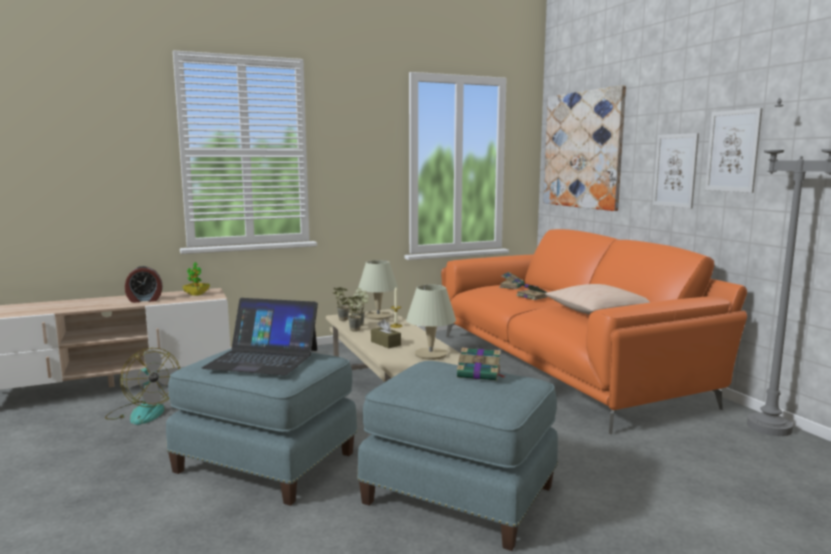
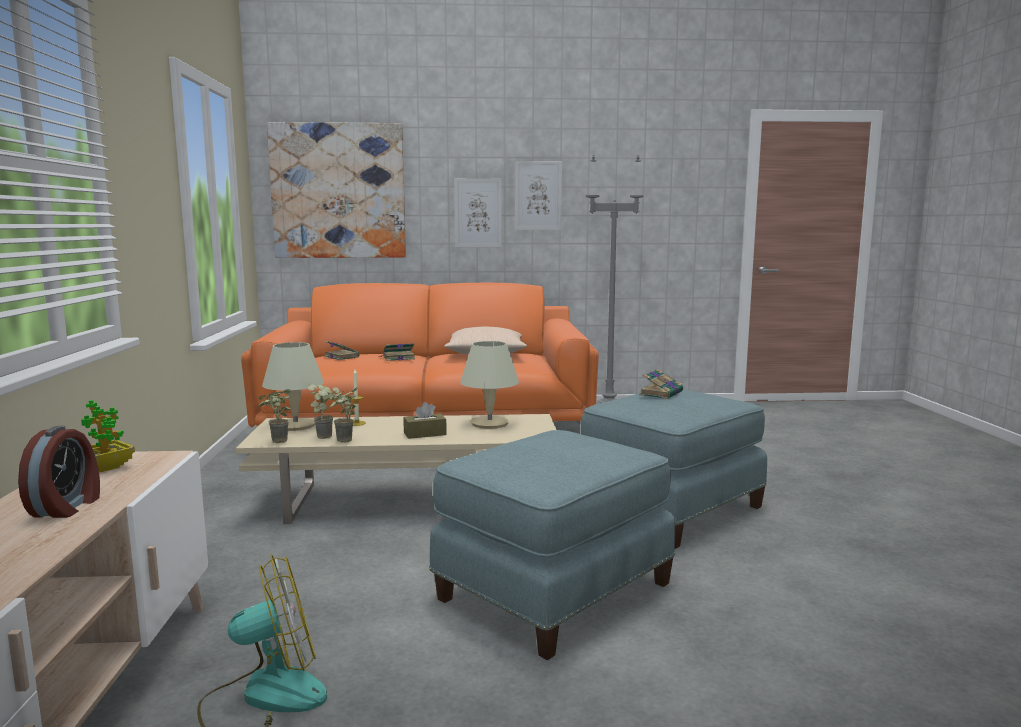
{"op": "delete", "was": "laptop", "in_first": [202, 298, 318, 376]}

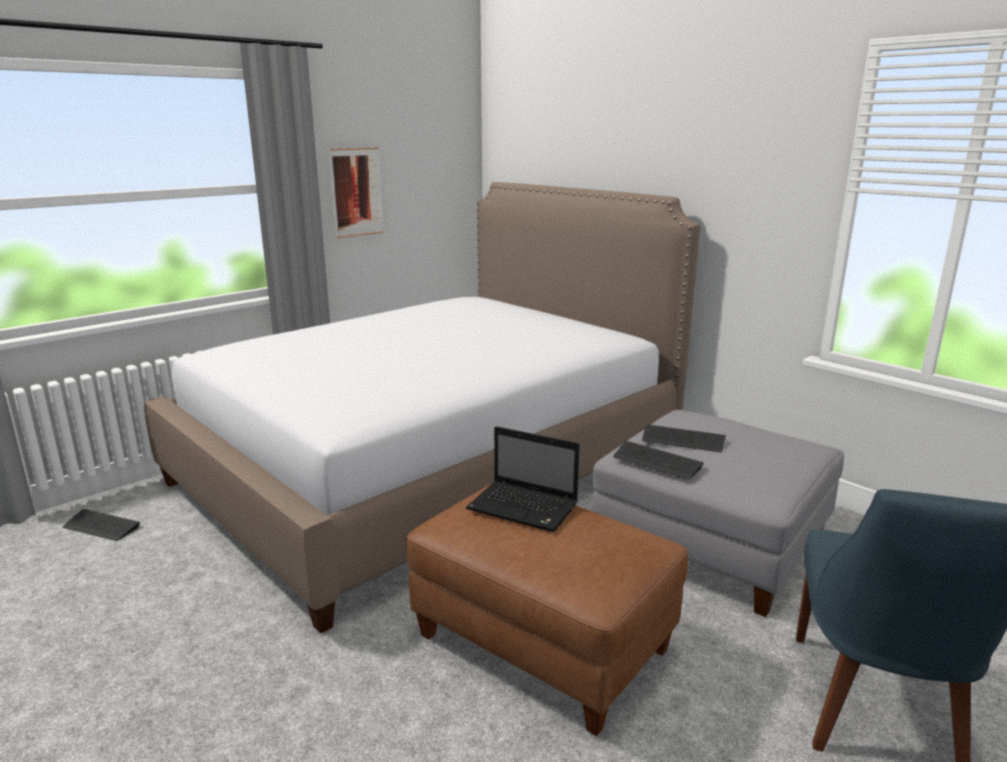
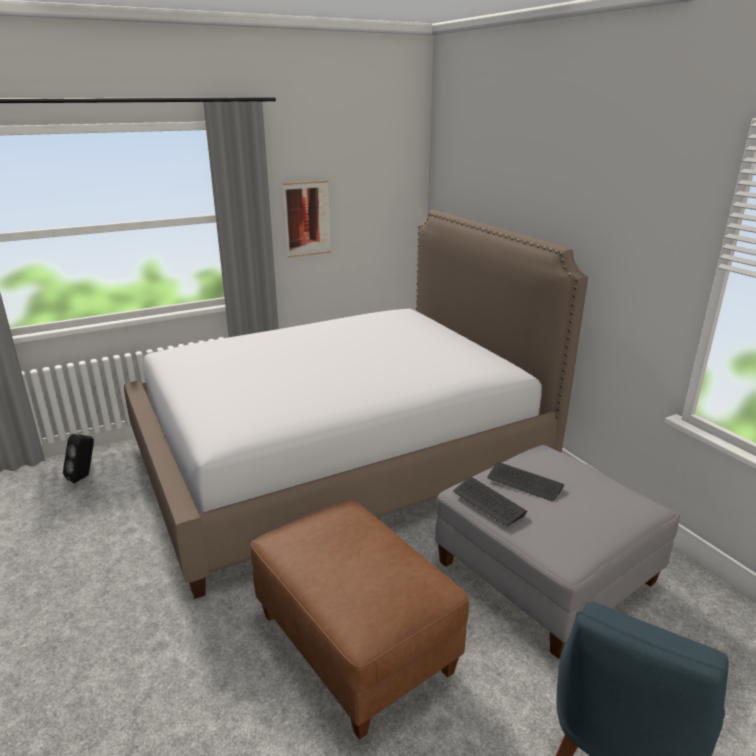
{"op": "delete", "was": "laptop", "in_first": [466, 426, 579, 532]}
{"op": "replace", "was": "klawiatura", "now": "głośnik/czarny", "in_first": [63, 509, 140, 541], "in_second": [63, 434, 94, 483]}

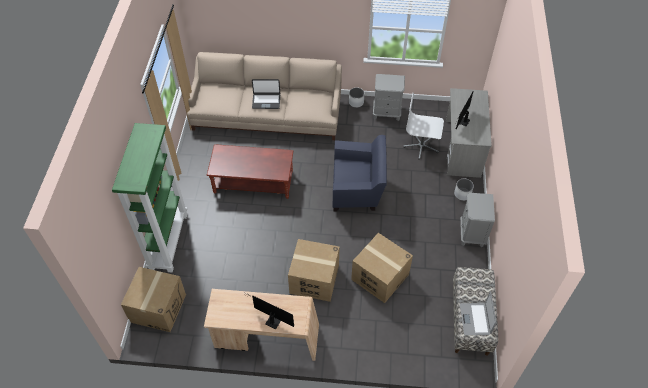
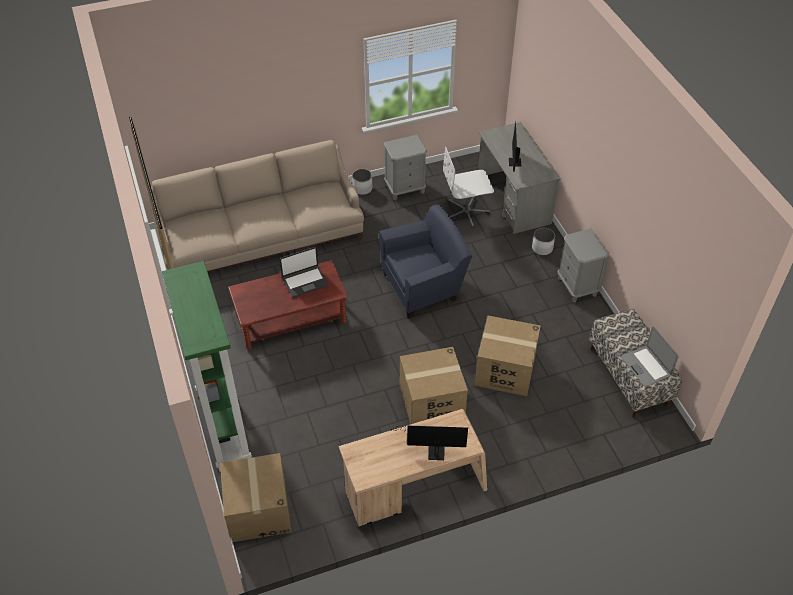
{"op": "move", "was": "laptop", "in_first": [252, 79, 280, 109], "in_second": [280, 247, 328, 297]}

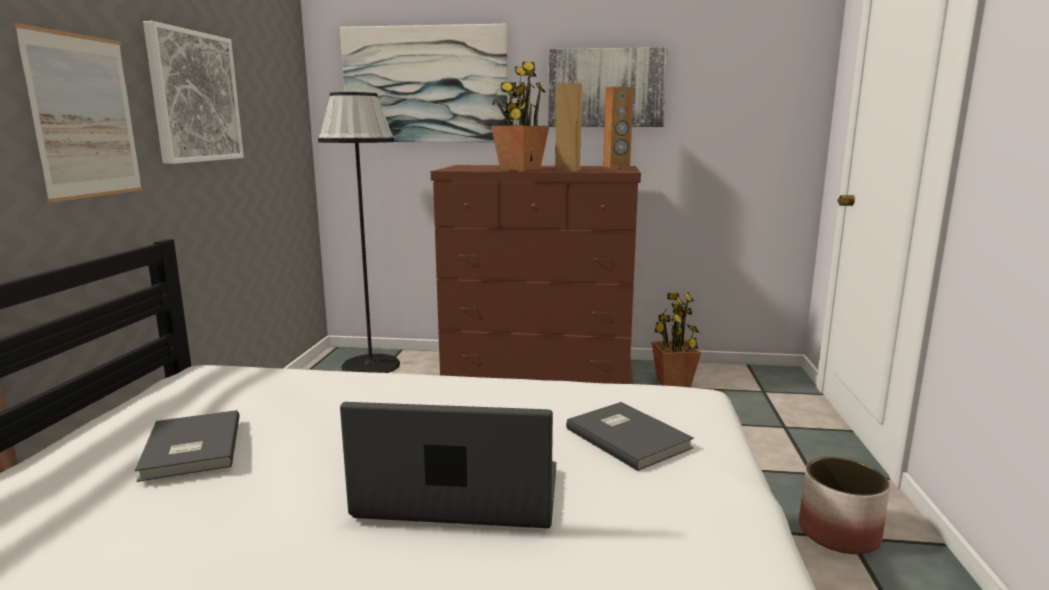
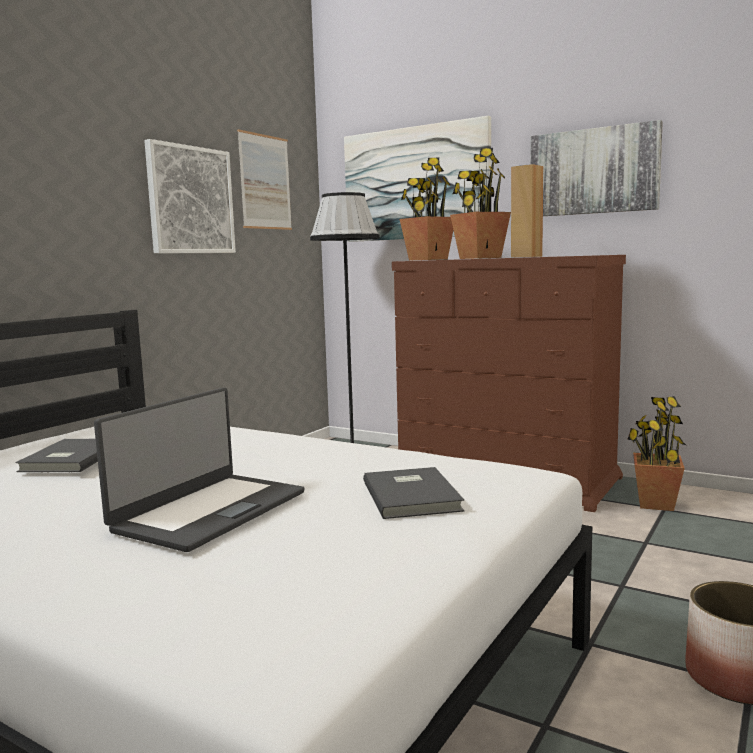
{"op": "move", "was": "obraz", "in_first": [14, 23, 142, 203], "in_second": [237, 129, 292, 230]}
{"op": "delete", "was": "głośnik/brązowy", "in_first": [603, 87, 633, 168]}
{"op": "rotate", "was": "laptop", "in_first": [340, 402, 556, 528], "in_second": [94, 388, 304, 552], "clockwise": 90}
{"op": "insert", "now": "roślina doniczkowa", "in_second": [400, 157, 453, 260]}

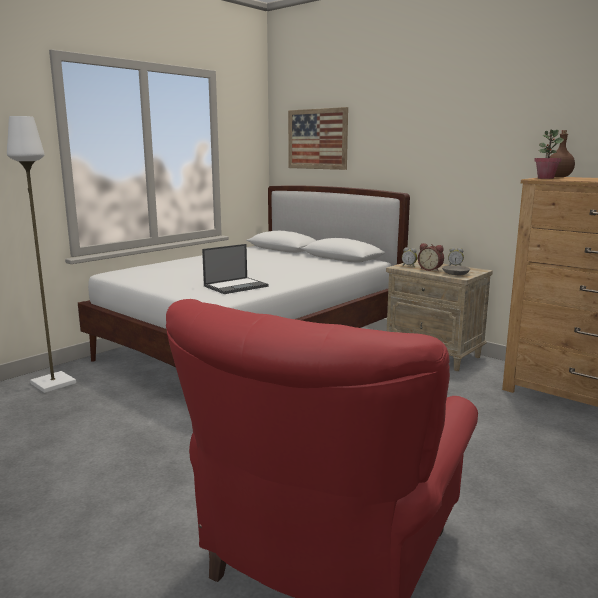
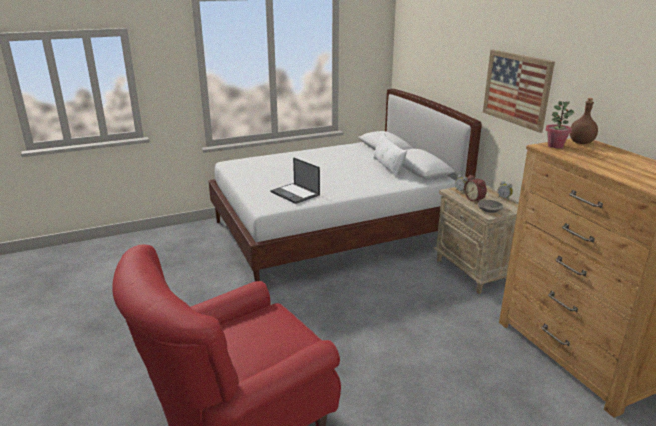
{"op": "move", "was": "obraz", "in_first": [288, 107, 348, 170], "in_second": [483, 49, 555, 133]}
{"op": "delete", "was": "lampa stojąca/biały", "in_first": [7, 116, 76, 393]}
{"op": "rotate", "was": "laptop", "in_first": [202, 244, 268, 294], "in_second": [270, 157, 320, 204], "clockwise": 60}
{"op": "insert", "now": "poduszka/biały", "in_second": [373, 132, 407, 178]}

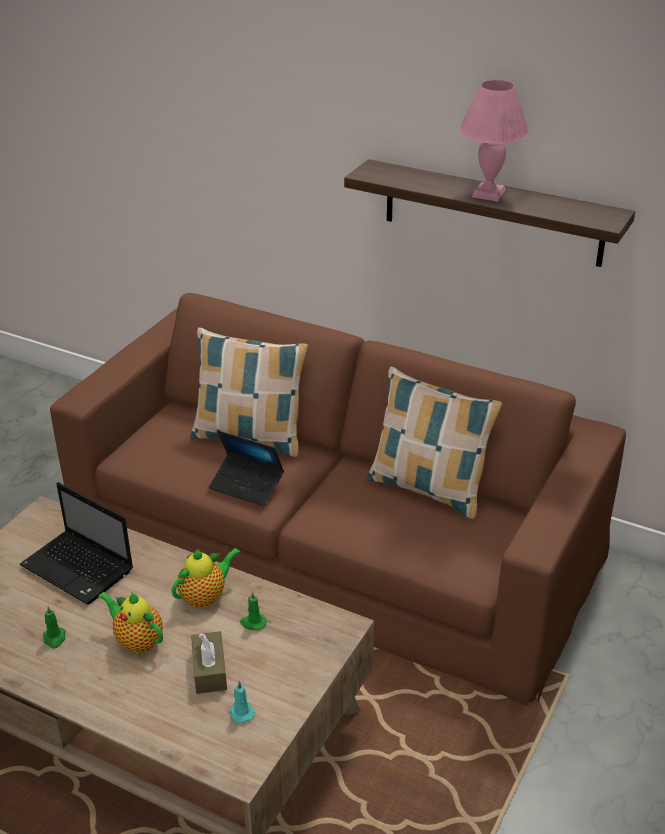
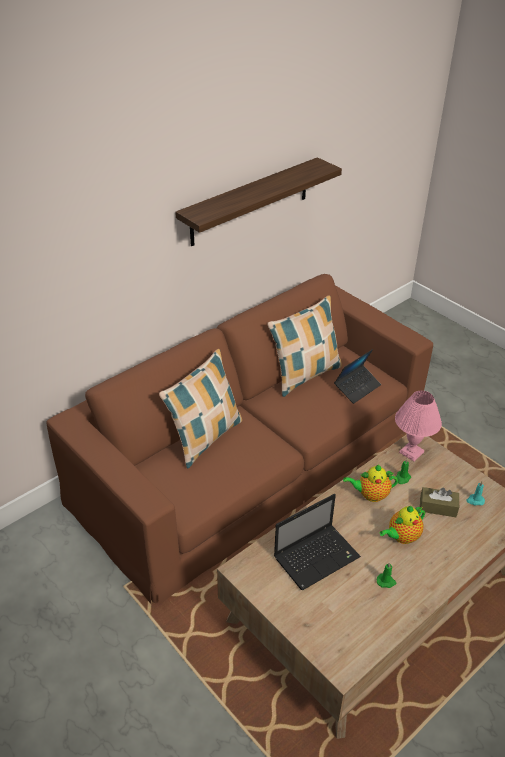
{"op": "move", "was": "lampa stołowa/różowy", "in_first": [459, 80, 529, 201], "in_second": [395, 390, 442, 461]}
{"op": "move", "was": "laptop", "in_first": [209, 431, 284, 506], "in_second": [334, 349, 381, 404]}
{"op": "rotate", "was": "imbryk", "in_first": [172, 548, 241, 608], "in_second": [343, 465, 398, 502], "clockwise": -75}

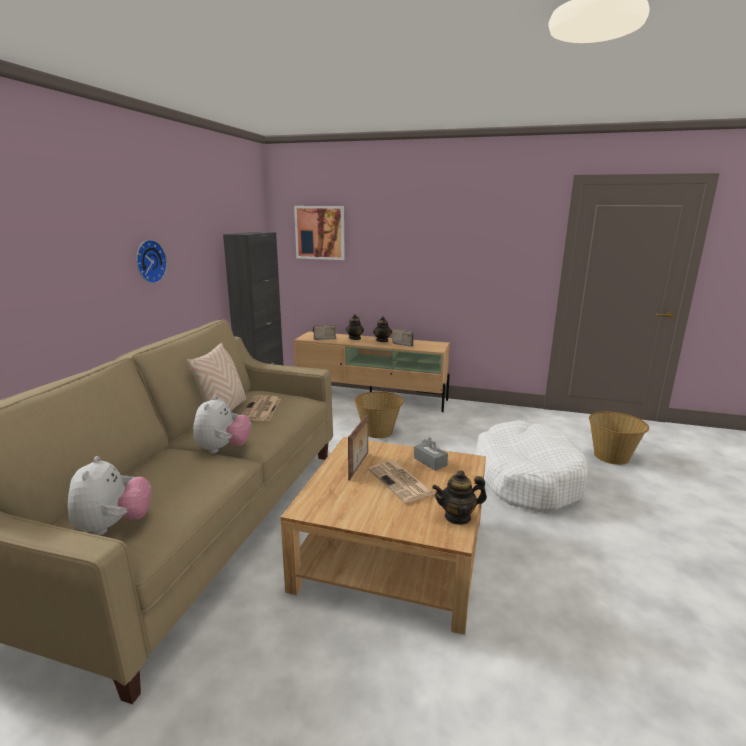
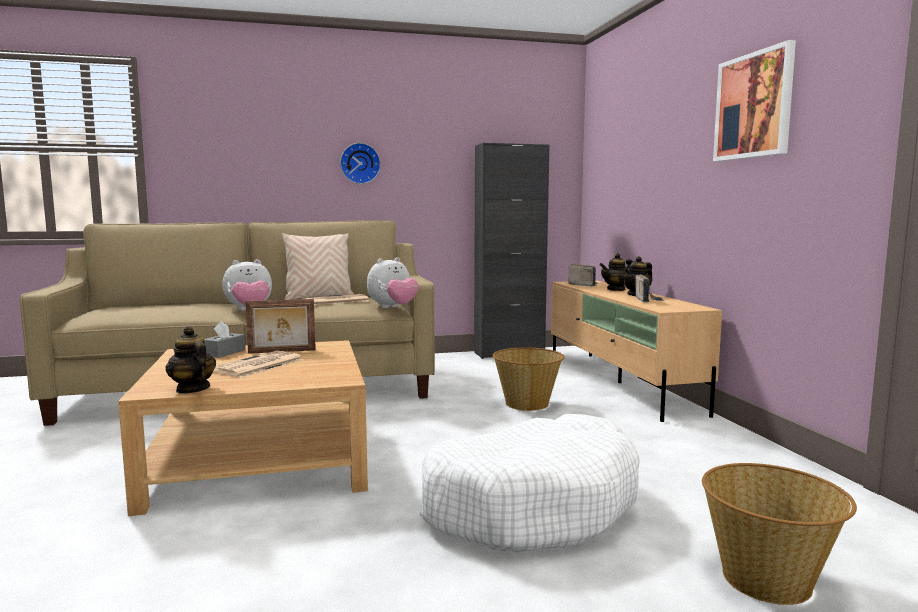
{"op": "move", "was": "obraz", "in_first": [294, 206, 345, 260], "in_second": [713, 40, 796, 161]}
{"op": "move", "was": "pudełko chusteczek/szary", "in_first": [414, 438, 448, 471], "in_second": [204, 321, 245, 358]}
{"op": "move", "was": "pluszak", "in_first": [68, 456, 151, 536], "in_second": [367, 257, 419, 308]}

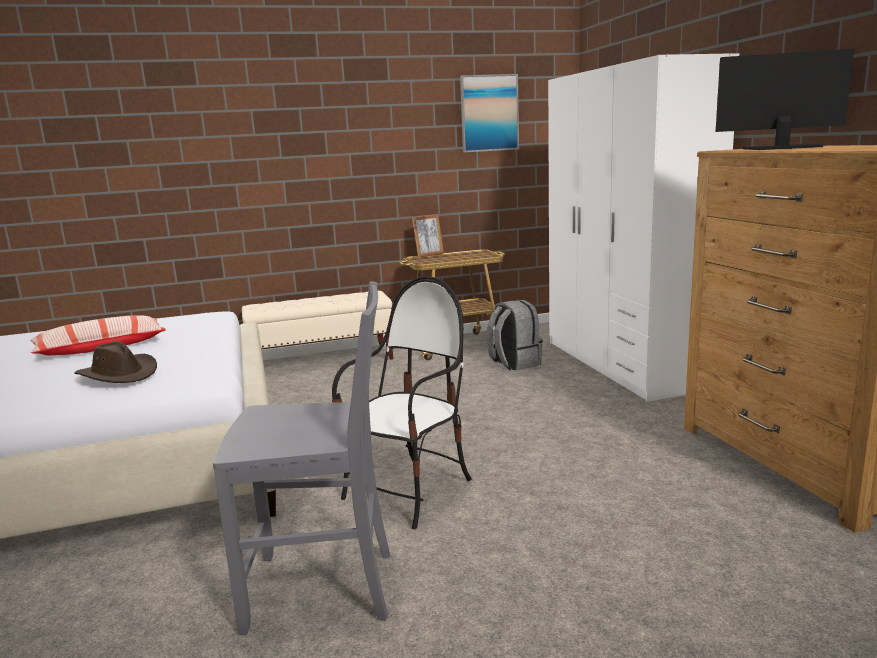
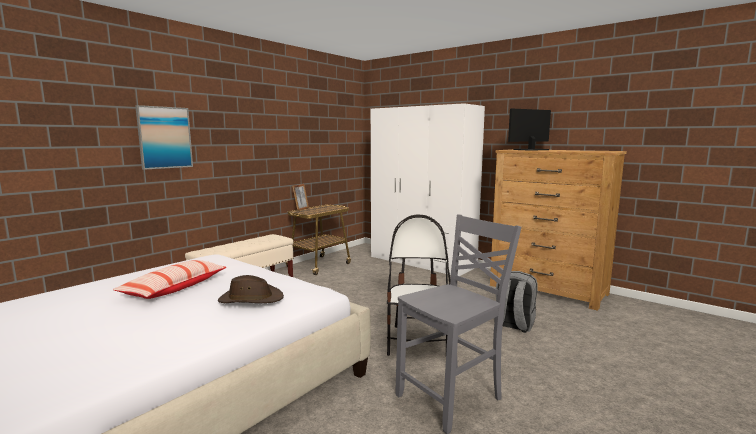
{"op": "move", "was": "obraz", "in_first": [460, 74, 519, 152], "in_second": [135, 105, 193, 170]}
{"op": "move", "was": "plecak/szary", "in_first": [486, 300, 543, 371], "in_second": [494, 271, 538, 333]}

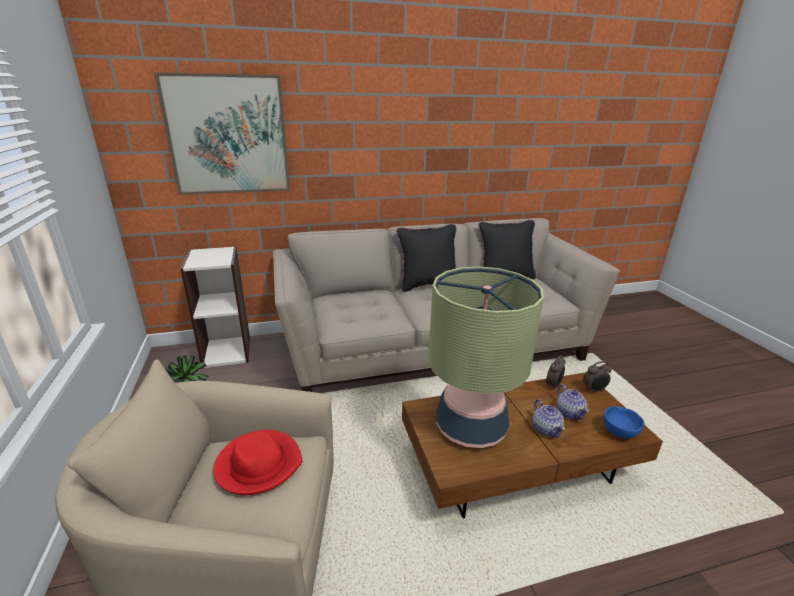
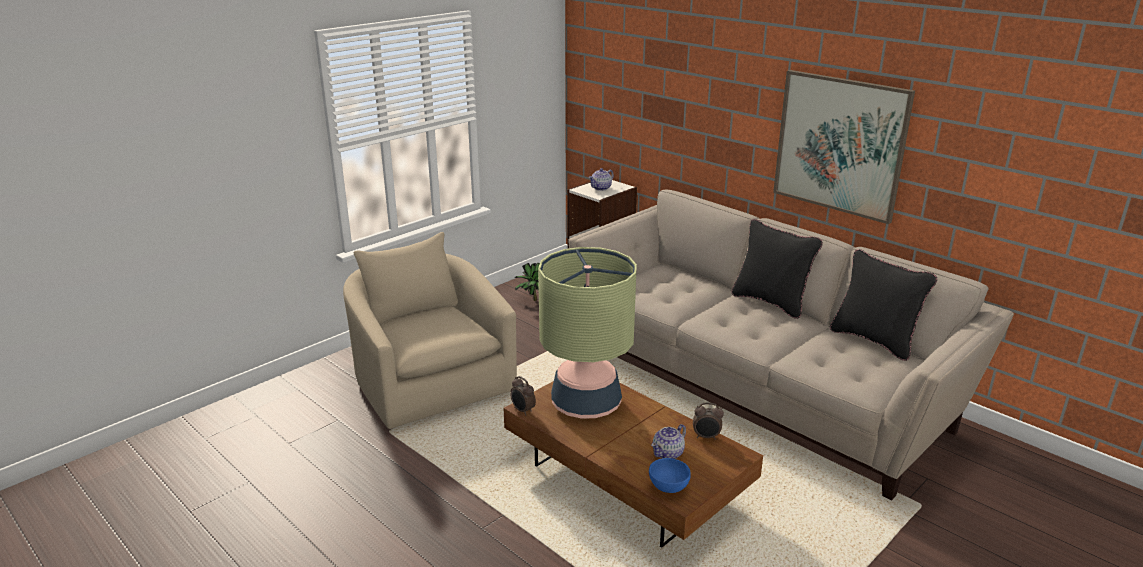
{"op": "move", "was": "obraz", "in_first": [154, 72, 290, 195], "in_second": [773, 70, 915, 224]}
{"op": "move", "was": "budzik", "in_first": [583, 361, 612, 393], "in_second": [510, 376, 536, 415]}
{"op": "move", "was": "imbryk", "in_first": [533, 399, 565, 438], "in_second": [589, 168, 614, 191]}
{"op": "delete", "was": "kapelusz/czerwony", "in_first": [213, 430, 302, 495]}

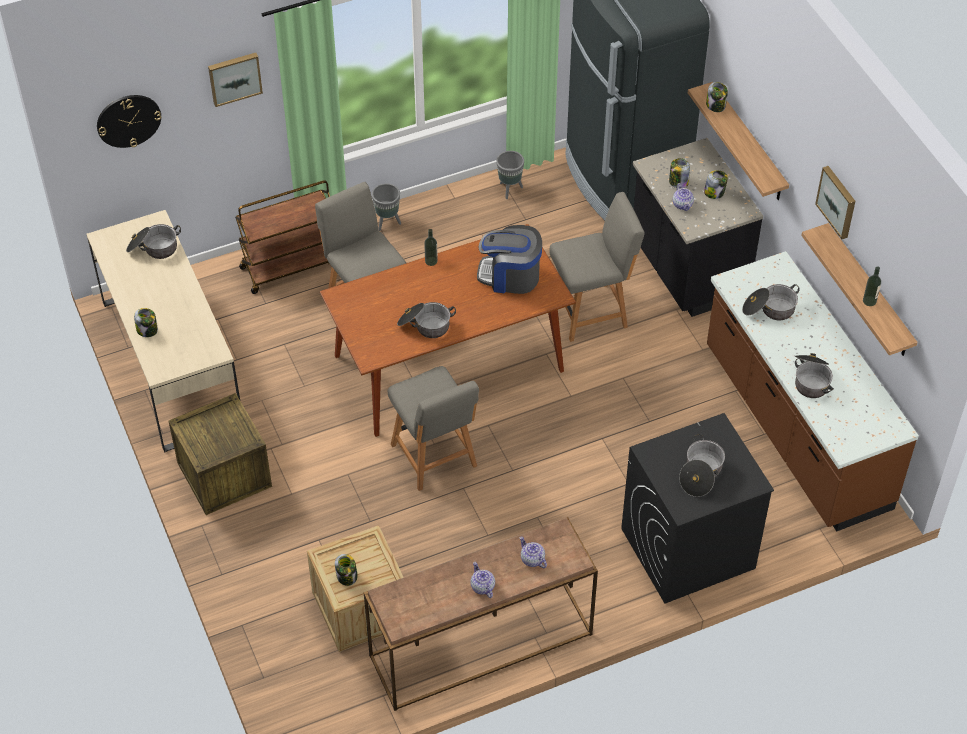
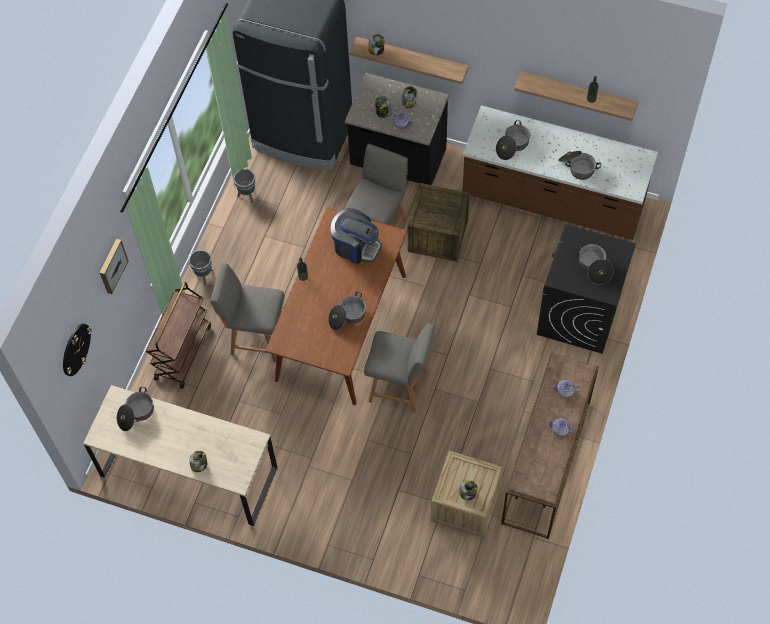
{"op": "delete", "was": "obraz", "in_first": [815, 166, 855, 239]}
{"op": "rotate", "was": "ekspres do kawy", "in_first": [477, 225, 542, 294], "in_second": [331, 208, 382, 264], "clockwise": -120}
{"op": "move", "was": "skrzynka", "in_first": [169, 393, 272, 515], "in_second": [407, 183, 469, 262]}

